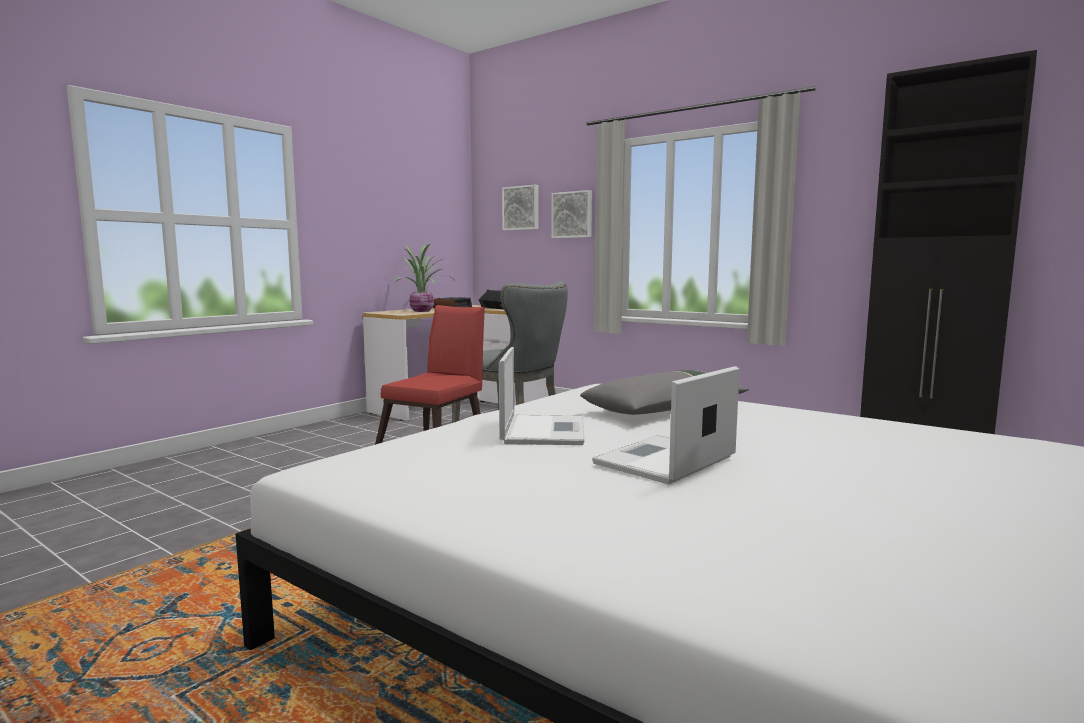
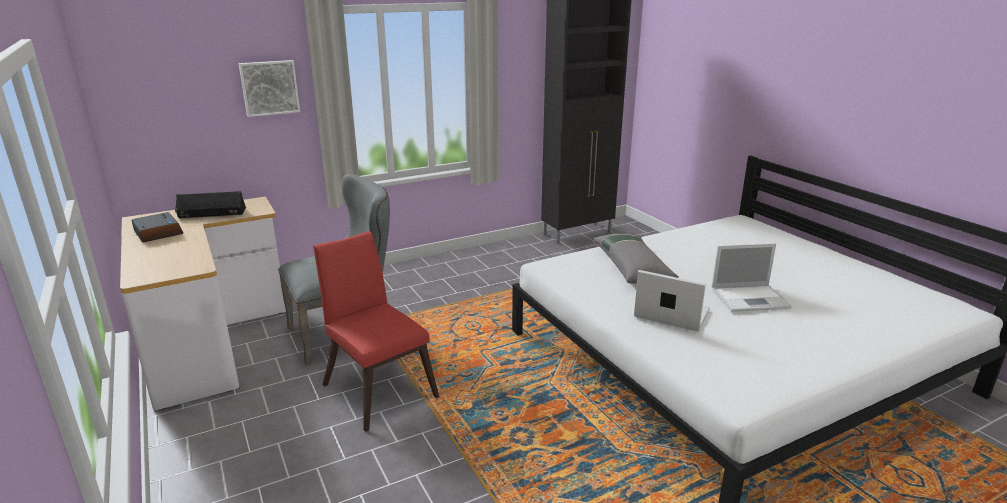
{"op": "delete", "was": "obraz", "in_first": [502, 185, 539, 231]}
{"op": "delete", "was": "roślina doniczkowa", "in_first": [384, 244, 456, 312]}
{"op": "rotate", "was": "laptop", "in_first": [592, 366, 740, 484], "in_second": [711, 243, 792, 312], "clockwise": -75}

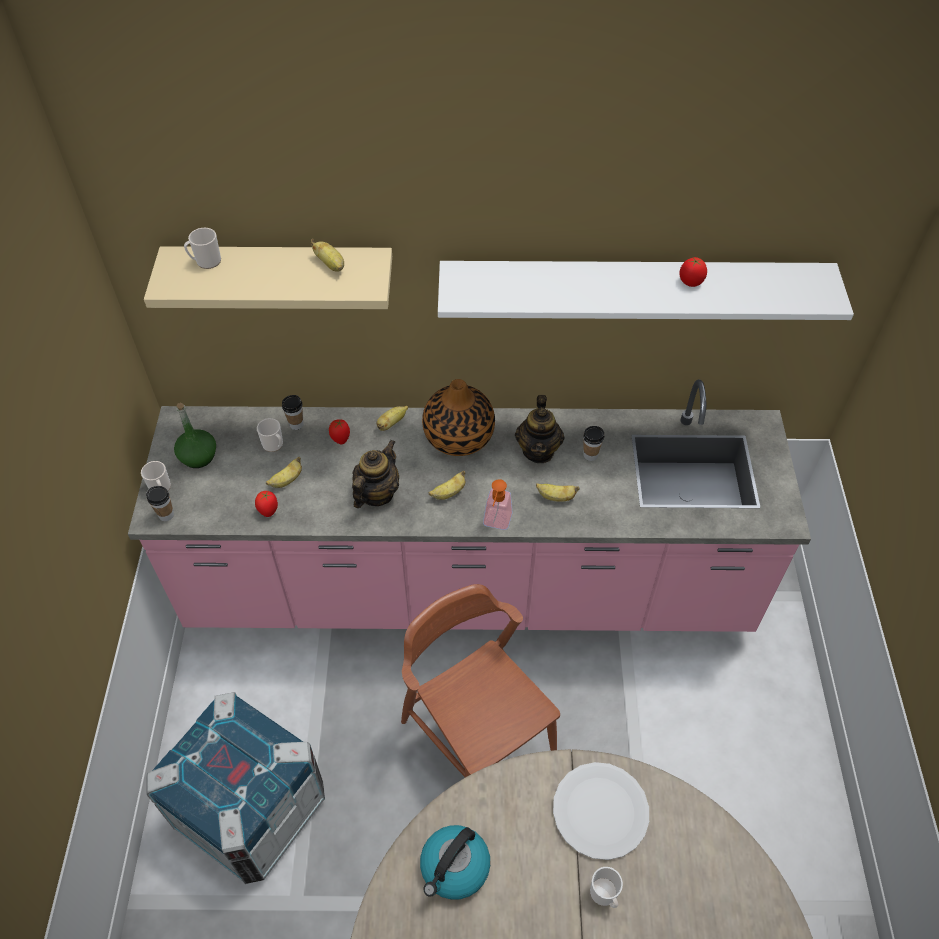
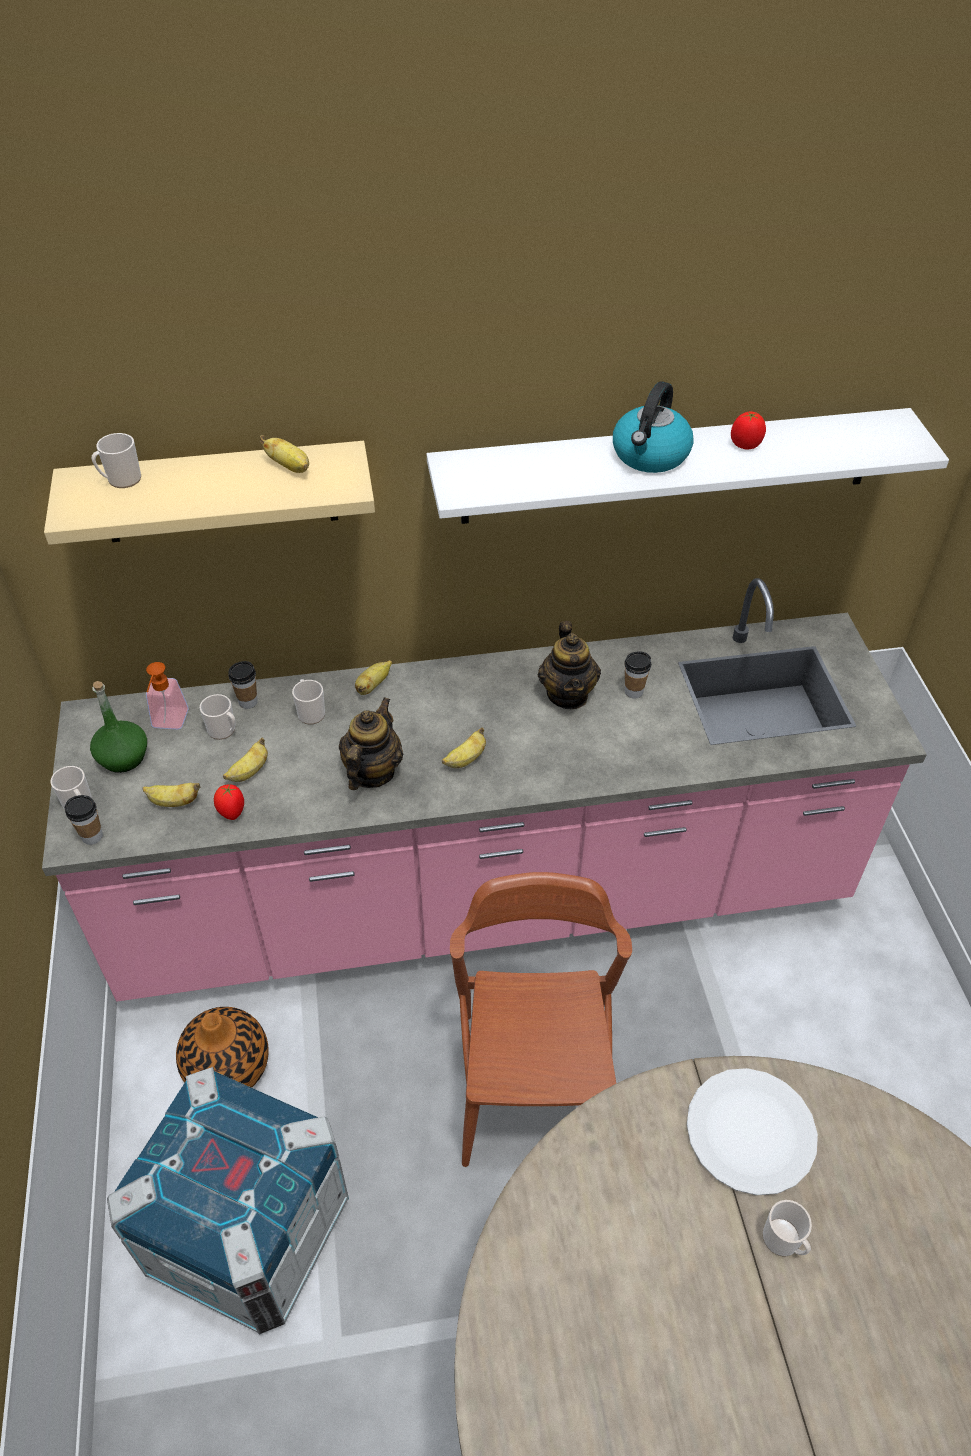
{"op": "move", "was": "wazon", "in_first": [422, 379, 495, 456], "in_second": [176, 1007, 269, 1088]}
{"op": "replace", "was": "pomidor", "now": "kubek", "in_first": [329, 419, 350, 445], "in_second": [292, 679, 325, 725]}
{"op": "move", "was": "dozownik mydła", "in_first": [483, 479, 513, 530], "in_second": [146, 662, 189, 729]}
{"op": "move", "was": "banan", "in_first": [536, 483, 579, 502], "in_second": [142, 783, 200, 807]}
{"op": "rotate", "was": "krzesło/brązowy", "in_first": [401, 584, 560, 777], "in_second": [450, 872, 632, 1167], "clockwise": 45}
{"op": "move", "was": "czajnik", "in_first": [420, 825, 490, 900], "in_second": [613, 381, 694, 473]}

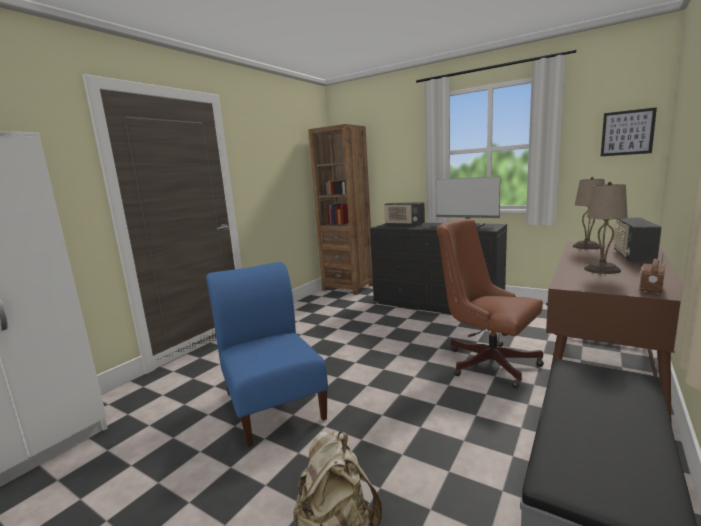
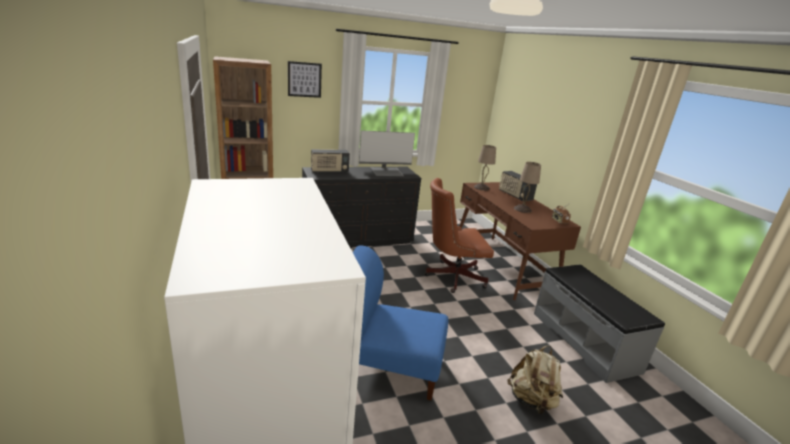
{"op": "move", "was": "obraz", "in_first": [601, 107, 657, 156], "in_second": [288, 61, 322, 98]}

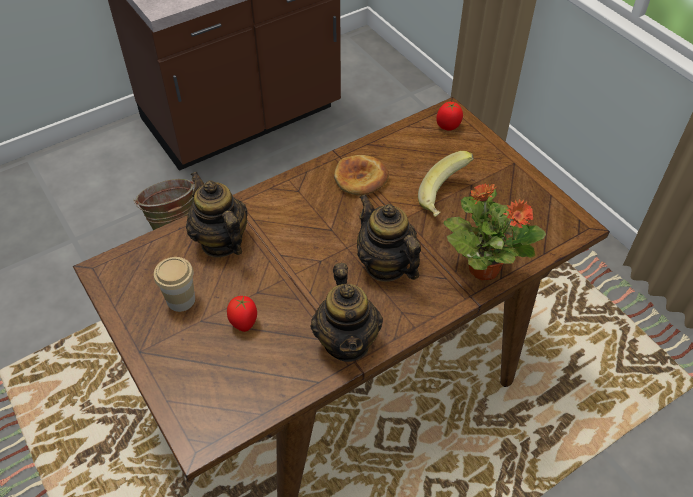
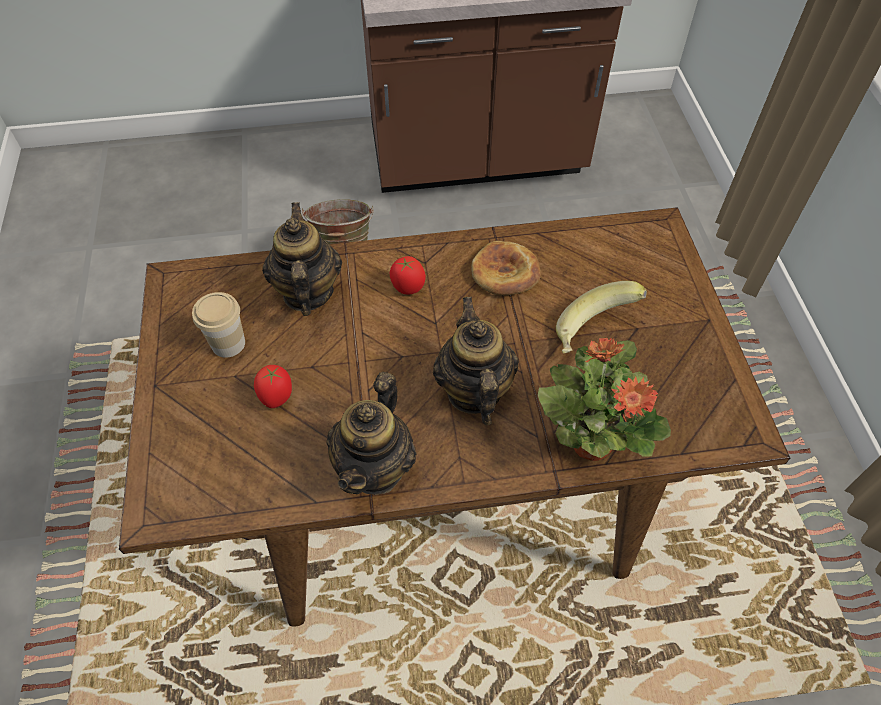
{"op": "move", "was": "pomidor", "in_first": [436, 102, 463, 130], "in_second": [390, 256, 426, 295]}

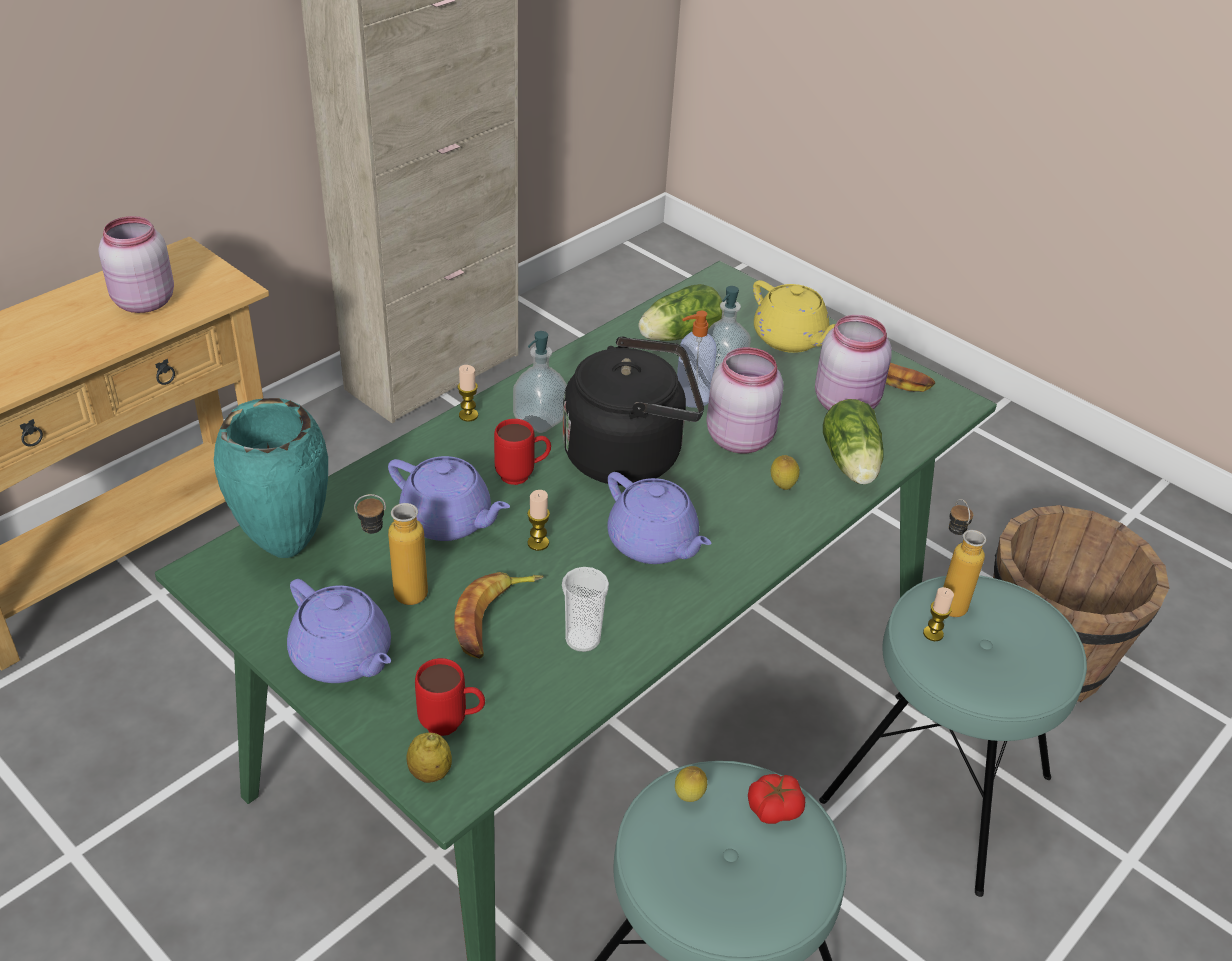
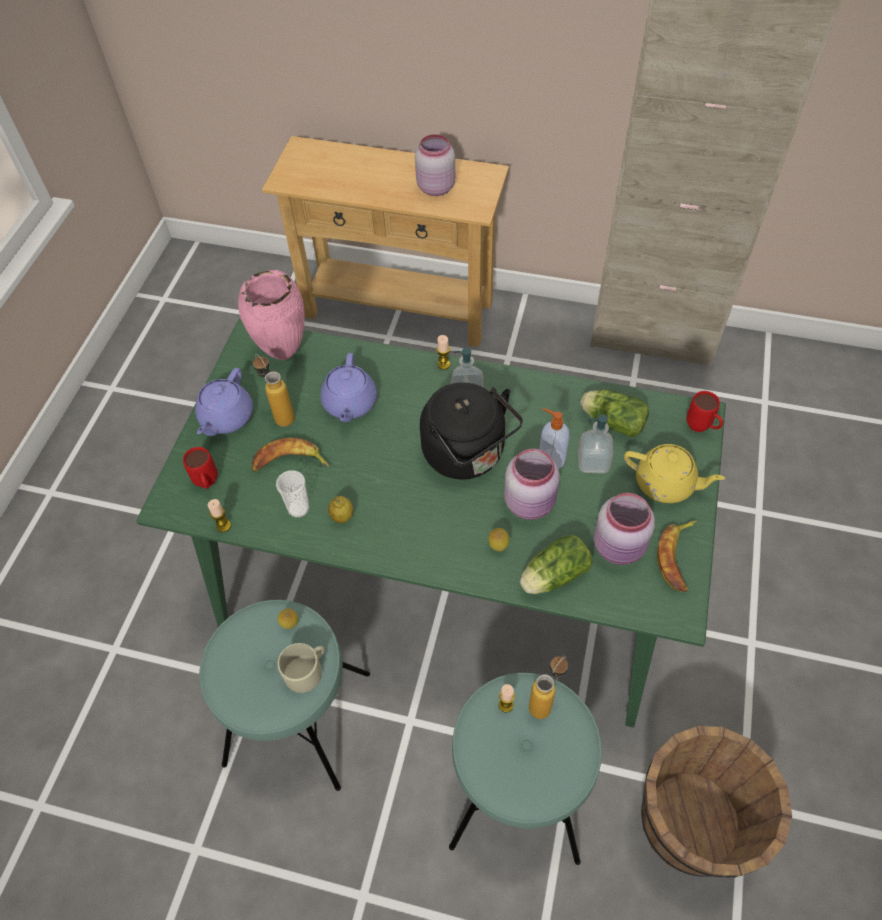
{"op": "rotate", "was": "imbryk/żółty", "in_first": [753, 280, 836, 353], "in_second": [624, 444, 725, 503], "clockwise": -90}
{"op": "recolor", "was": "wazon/turkusowy", "now": "wazon/różowy", "in_first": [214, 398, 328, 558], "in_second": [238, 270, 305, 360]}
{"op": "move", "was": "kubek/czerwony", "in_first": [494, 419, 551, 485], "in_second": [686, 391, 723, 432]}
{"op": "delete", "was": "imbryk/fioletowy", "in_first": [607, 472, 711, 564]}
{"op": "move", "was": "świeca", "in_first": [527, 490, 550, 551], "in_second": [208, 499, 231, 532]}
{"op": "move", "was": "cytryna", "in_first": [406, 733, 452, 783], "in_second": [328, 496, 353, 523]}
{"op": "replace", "was": "pomidor", "now": "kubek/beżowy", "in_first": [748, 774, 805, 824], "in_second": [278, 643, 324, 693]}

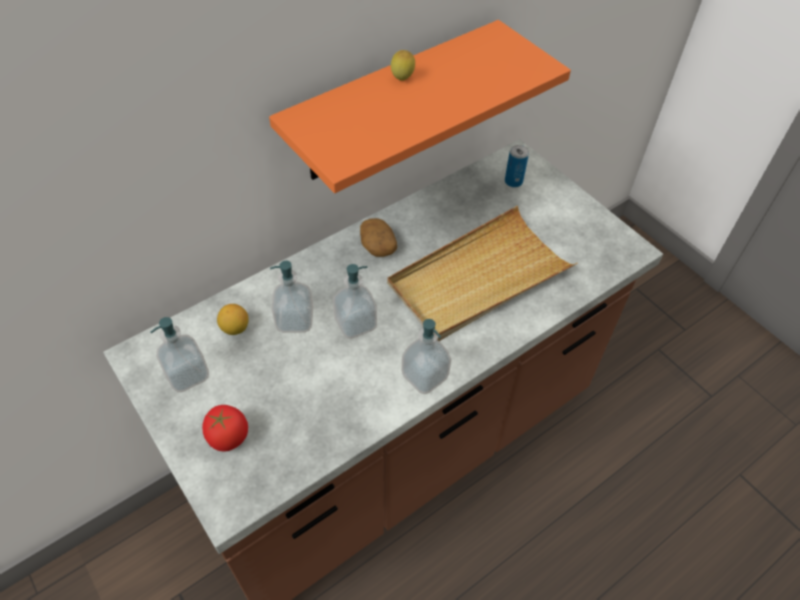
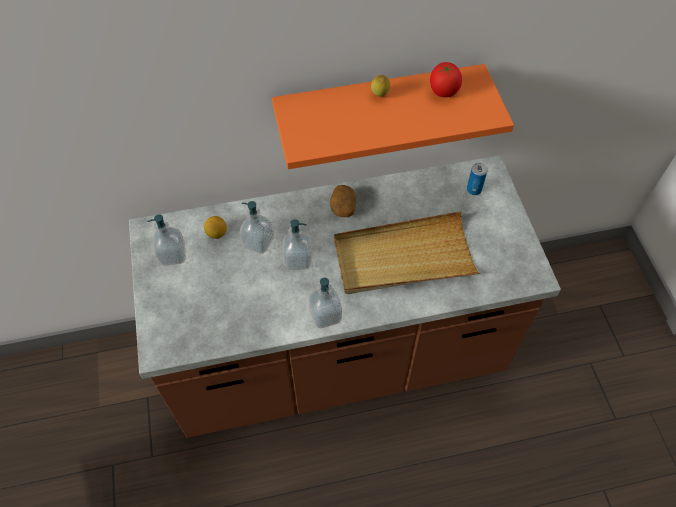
{"op": "move", "was": "pomidor", "in_first": [202, 405, 248, 452], "in_second": [430, 62, 462, 97]}

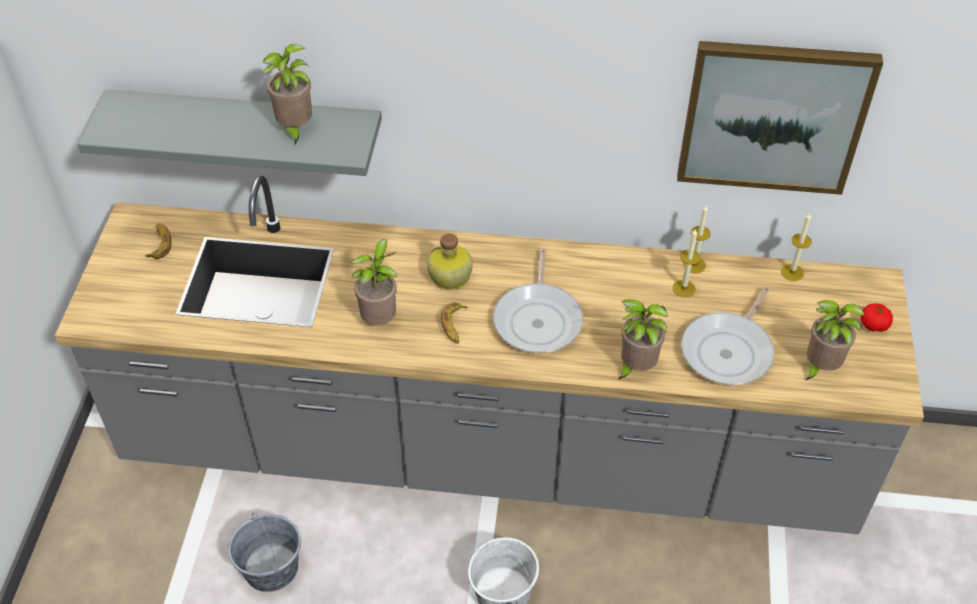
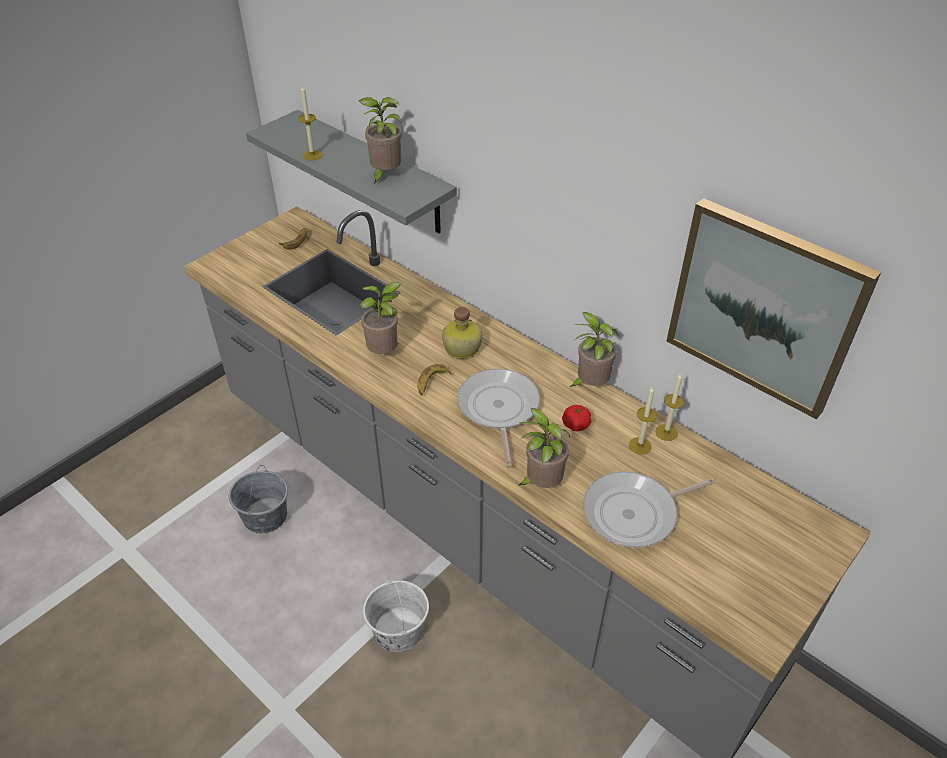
{"op": "move", "was": "świeca", "in_first": [781, 213, 812, 281], "in_second": [299, 85, 323, 160]}
{"op": "rotate", "was": "patelnia", "in_first": [493, 249, 583, 353], "in_second": [457, 369, 540, 468], "clockwise": 135}
{"op": "move", "was": "roślina doniczkowa", "in_first": [805, 300, 865, 381], "in_second": [570, 312, 619, 387]}
{"op": "move", "was": "pomidor", "in_first": [861, 303, 893, 332], "in_second": [562, 405, 591, 432]}

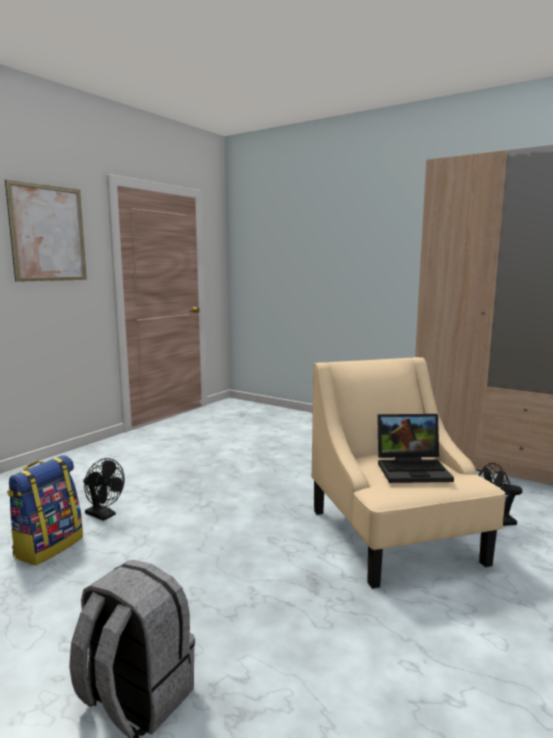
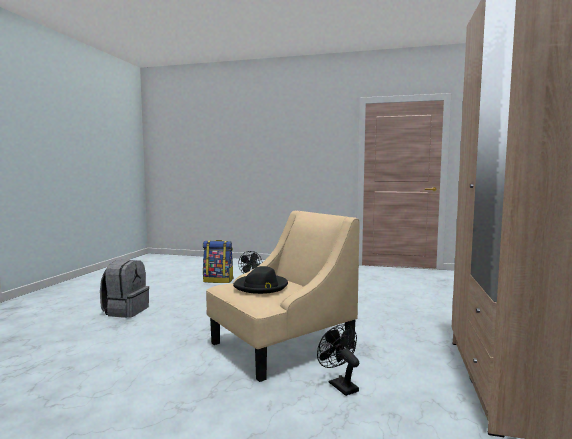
{"op": "delete", "was": "obraz", "in_first": [5, 180, 87, 282]}
{"op": "replace", "was": "laptop", "now": "kapelusz/czarny", "in_first": [377, 414, 454, 483], "in_second": [233, 266, 288, 294]}

